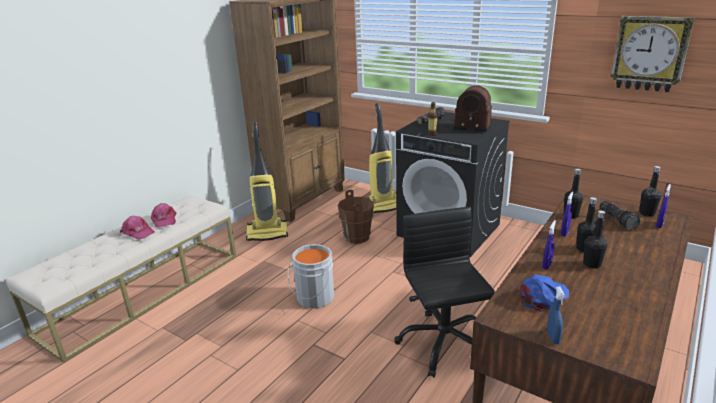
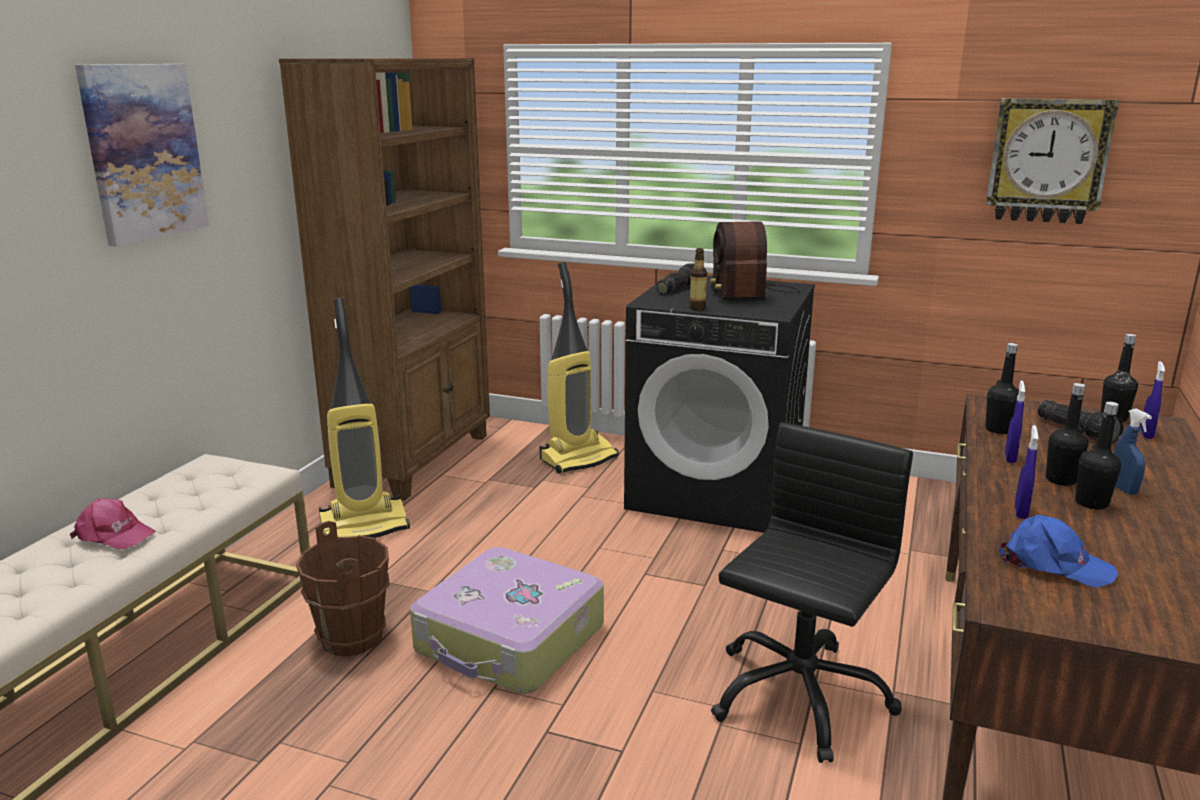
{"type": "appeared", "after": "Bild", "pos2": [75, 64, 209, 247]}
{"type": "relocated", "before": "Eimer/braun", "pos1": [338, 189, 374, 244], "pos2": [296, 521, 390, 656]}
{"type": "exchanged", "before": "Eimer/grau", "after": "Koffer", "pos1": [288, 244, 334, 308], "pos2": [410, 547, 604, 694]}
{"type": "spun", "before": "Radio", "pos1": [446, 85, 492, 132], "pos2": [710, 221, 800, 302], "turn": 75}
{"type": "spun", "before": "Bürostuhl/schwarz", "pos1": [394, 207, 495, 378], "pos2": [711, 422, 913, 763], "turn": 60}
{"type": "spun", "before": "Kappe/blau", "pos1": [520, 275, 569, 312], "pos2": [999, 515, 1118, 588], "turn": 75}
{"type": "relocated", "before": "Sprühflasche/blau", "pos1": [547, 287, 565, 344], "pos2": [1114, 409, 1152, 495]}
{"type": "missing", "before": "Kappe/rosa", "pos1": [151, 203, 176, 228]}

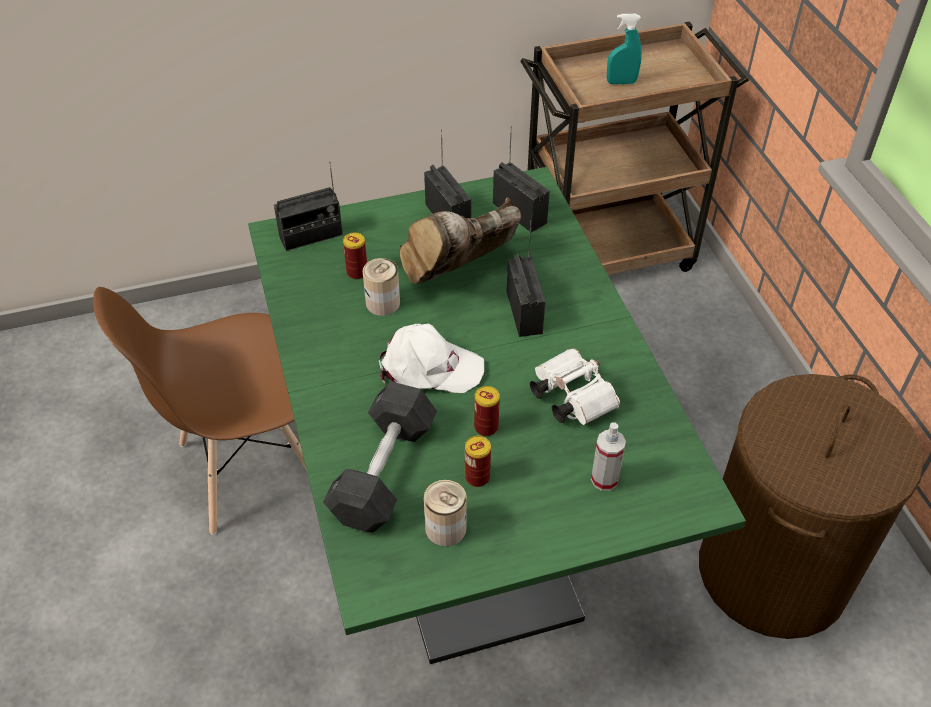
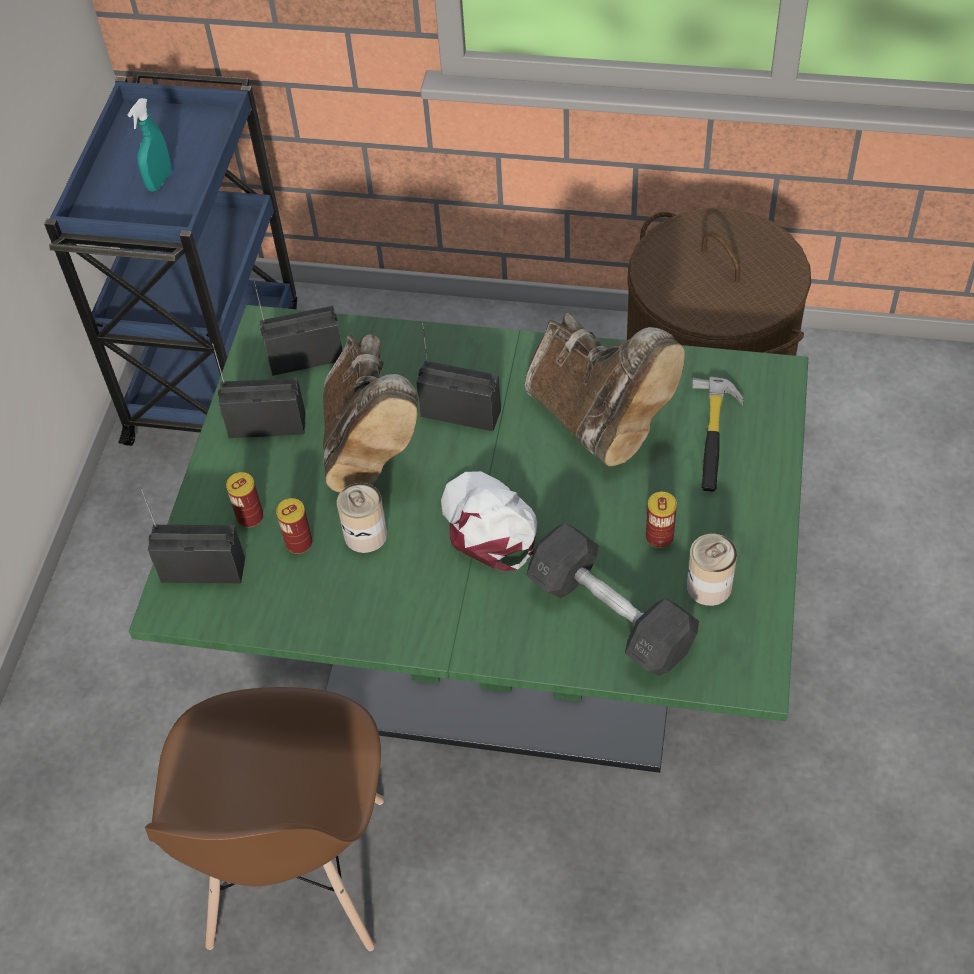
{"type": "colour", "before": "Rollwagen/braun", "after": "Rollwagen/blau", "pos1": [520, 21, 749, 275], "pos2": [44, 71, 297, 446]}
{"type": "spun", "before": "Radio", "pos1": [274, 162, 343, 251], "pos2": [141, 489, 245, 584], "turn": -90}
{"type": "relocated", "before": "Dose", "pos1": [474, 386, 500, 436], "pos2": [226, 472, 263, 528]}
{"type": "spun", "before": "Kappe/weiß", "pos1": [379, 323, 484, 393], "pos2": [441, 471, 537, 571], "turn": -60}
{"type": "exchanged", "before": "Fernglas/weiß", "after": "Stiefel/braun", "pos1": [530, 348, 620, 425], "pos2": [524, 312, 685, 466]}
{"type": "exchanged", "before": "Sprühflasche", "after": "Hammer", "pos1": [591, 422, 626, 491], "pos2": [692, 377, 744, 492]}

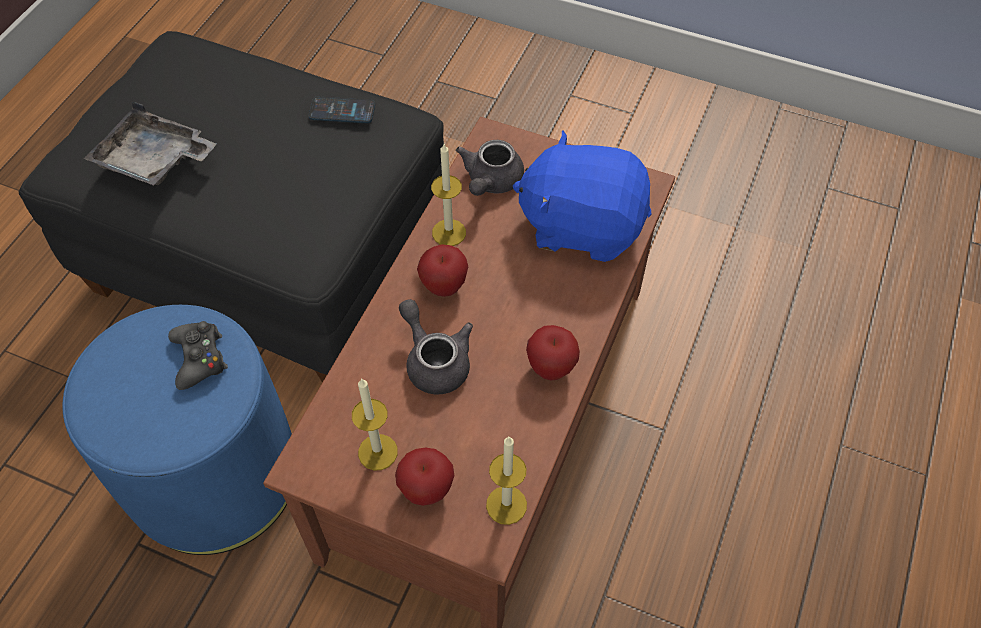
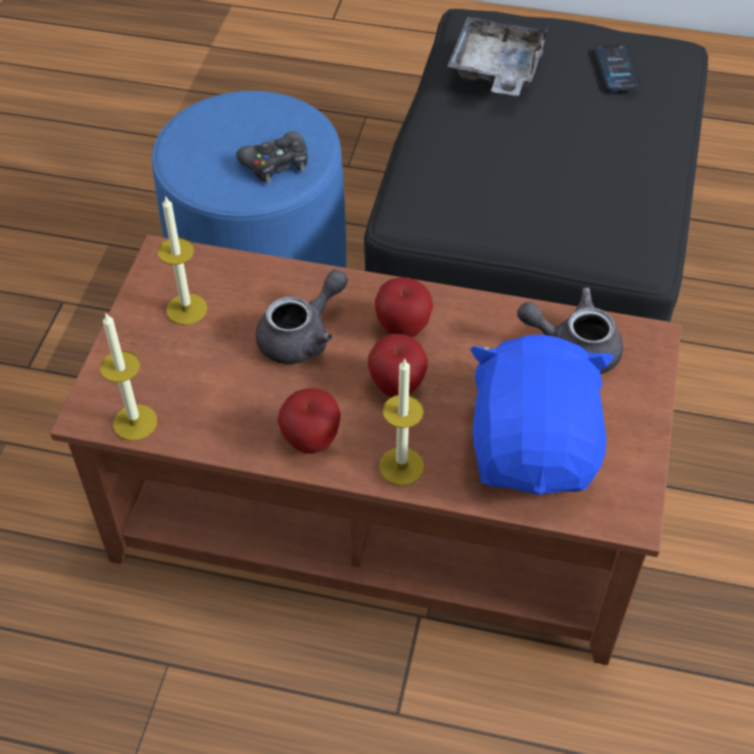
{"type": "relocated", "before": "Apfel", "pos1": [395, 447, 454, 506], "pos2": [368, 334, 428, 397]}
{"type": "relocated", "before": "Kerze", "pos1": [431, 144, 466, 246], "pos2": [379, 358, 424, 486]}
{"type": "relocated", "before": "Handy", "pos1": [309, 97, 375, 123], "pos2": [594, 45, 641, 91]}

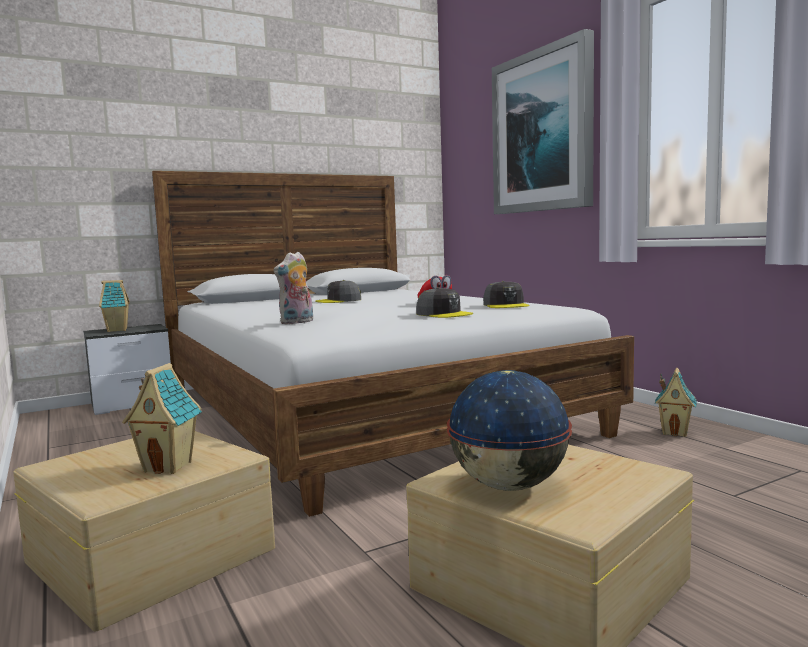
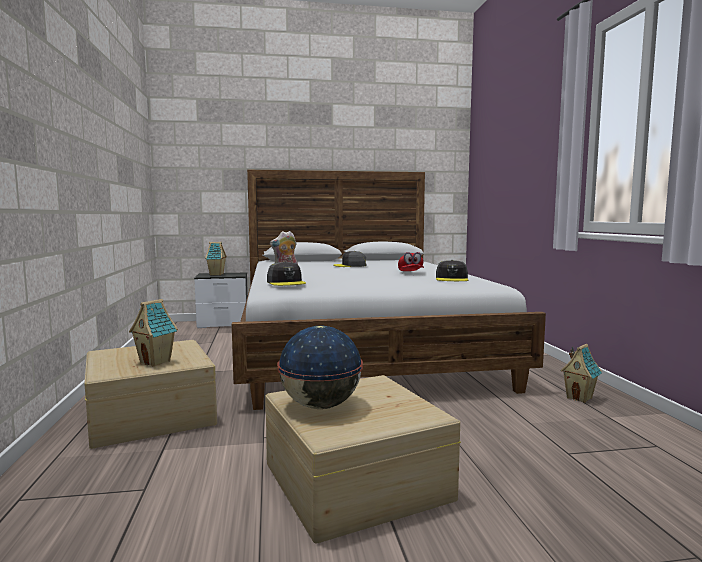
{"type": "relocated", "before": "Kappe/grau", "pos1": [416, 287, 473, 318], "pos2": [267, 261, 306, 286]}
{"type": "missing", "before": "Bild", "pos1": [492, 29, 594, 214]}

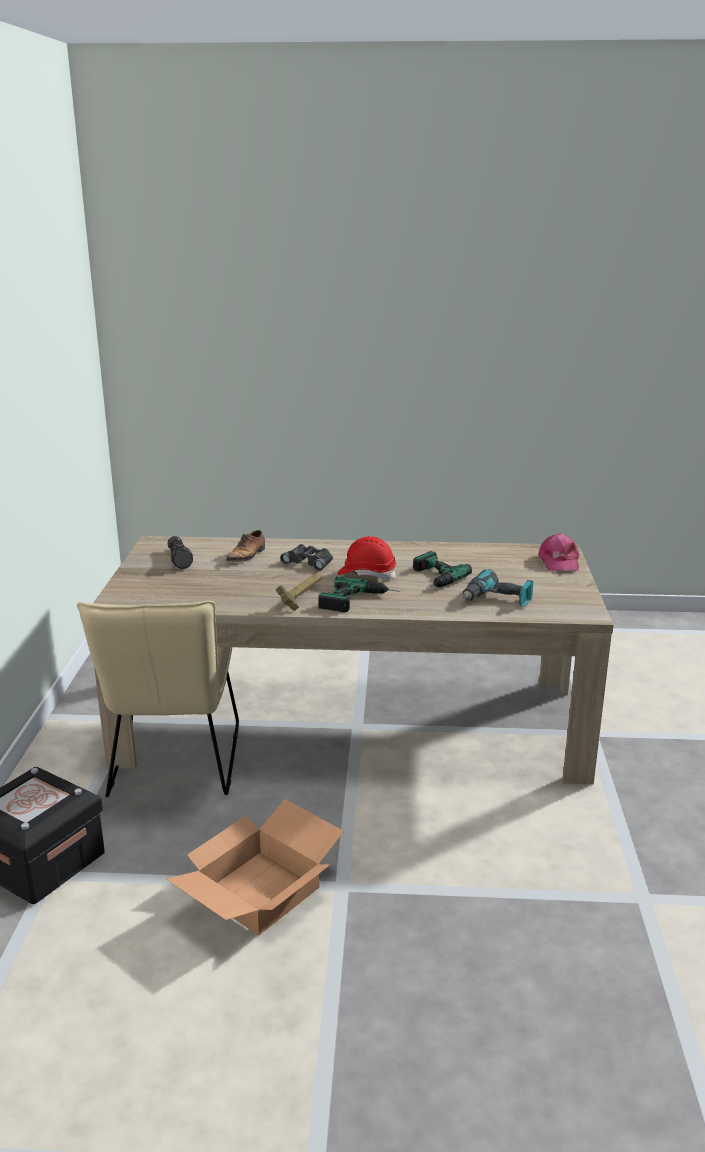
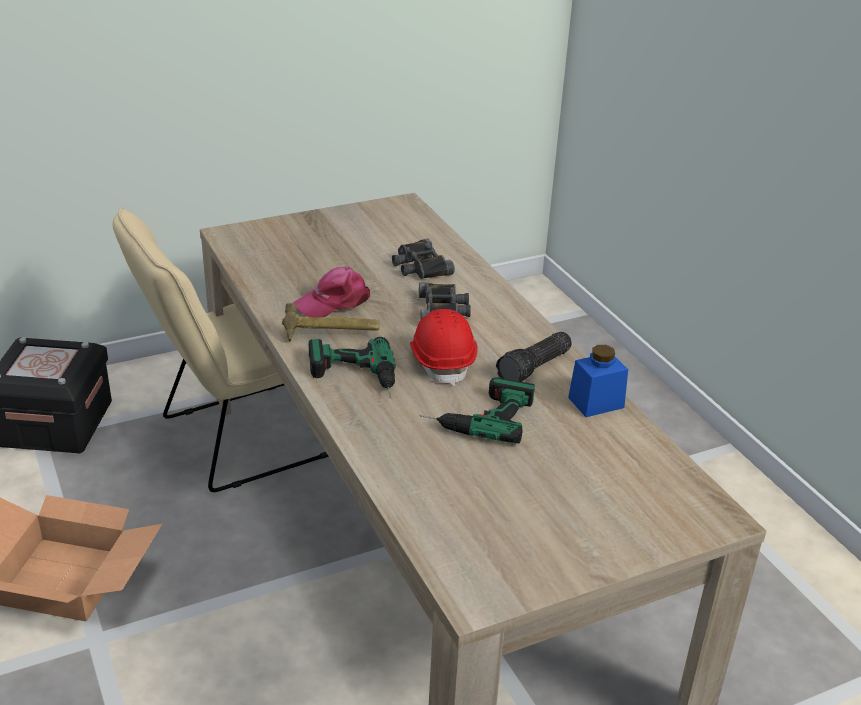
{"type": "relocated", "before": "Kappe/rosa", "pos1": [538, 533, 579, 571], "pos2": [293, 266, 370, 317]}
{"type": "exchanged", "before": "Schuh", "after": "Fernglas/schwarz", "pos1": [226, 530, 265, 562], "pos2": [392, 238, 455, 279]}
{"type": "relocated", "before": "Taschenlampe", "pos1": [168, 536, 193, 569], "pos2": [496, 332, 572, 382]}
{"type": "appeared", "after": "Vorratsglas/blau", "pos2": [568, 345, 628, 417]}
{"type": "missing", "before": "Bohrmaschine", "pos1": [462, 569, 533, 607]}

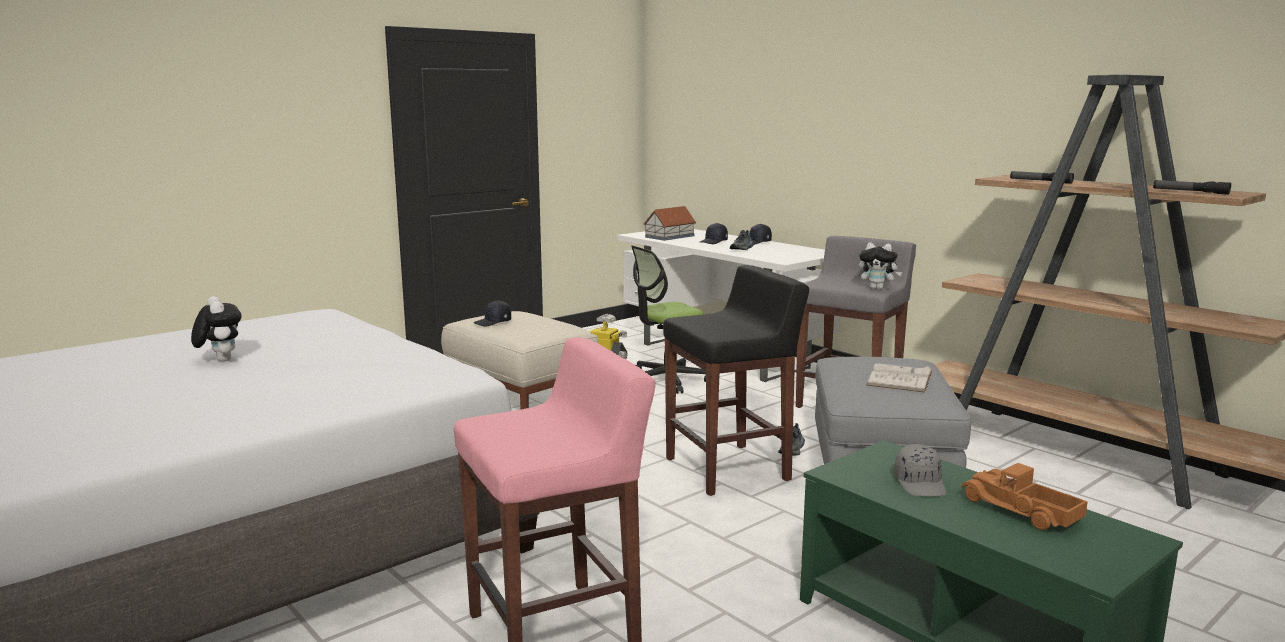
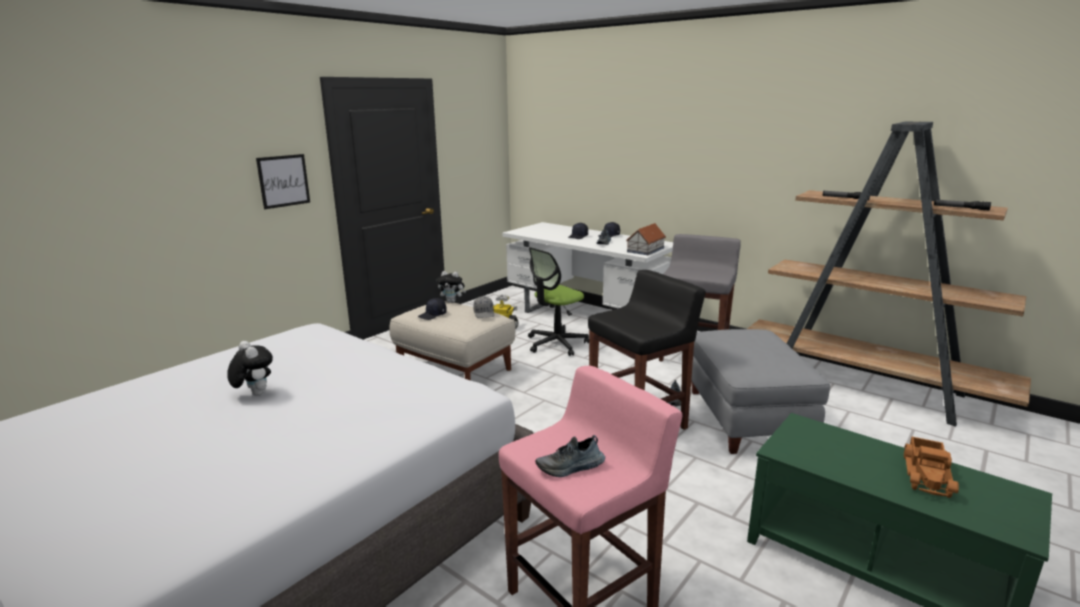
{"type": "appeared", "after": "Bild", "pos2": [256, 154, 310, 209]}
{"type": "relocated", "before": "Plüschtier", "pos1": [859, 242, 902, 290], "pos2": [437, 271, 466, 303]}
{"type": "relocated", "before": "Kappe/grau", "pos1": [894, 444, 947, 496], "pos2": [473, 296, 494, 318]}
{"type": "appeared", "after": "Schuh", "pos2": [535, 435, 605, 477]}
{"type": "relocated", "before": "Spielzeughaus", "pos1": [643, 206, 696, 241], "pos2": [626, 223, 666, 255]}
{"type": "spun", "before": "Spielzeuglaster", "pos1": [961, 463, 1088, 530], "pos2": [904, 436, 959, 498], "turn": -105}
{"type": "missing", "before": "Buch/weiß", "pos1": [866, 363, 933, 393]}

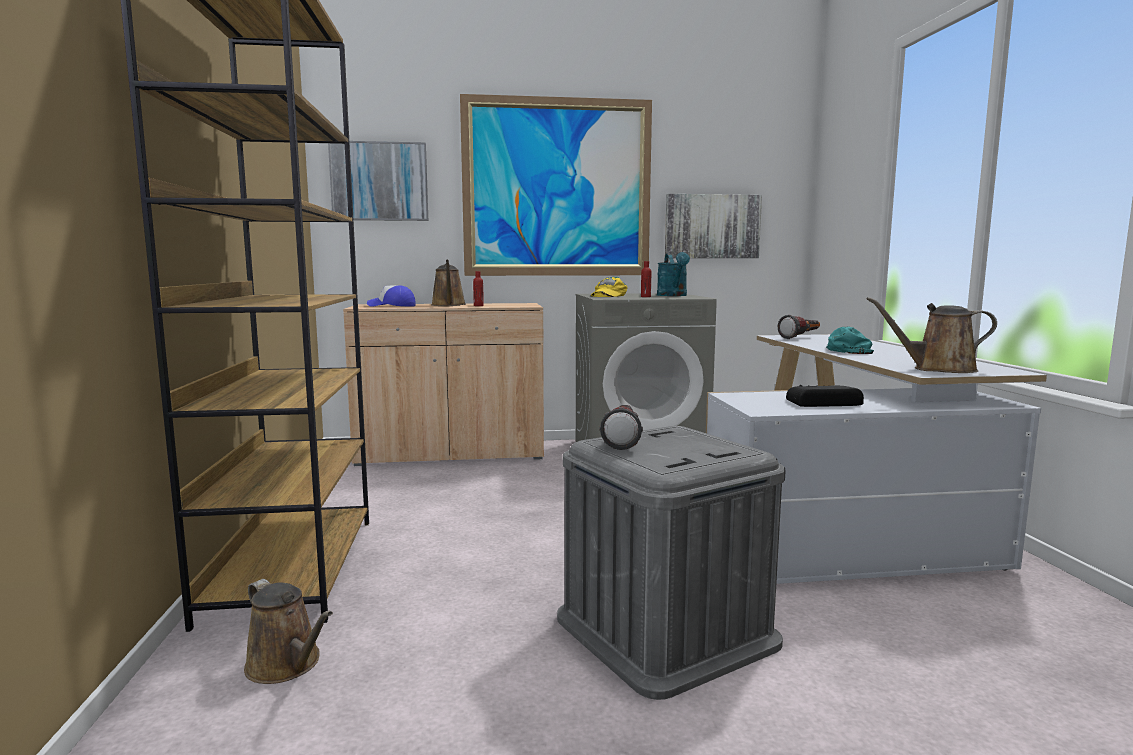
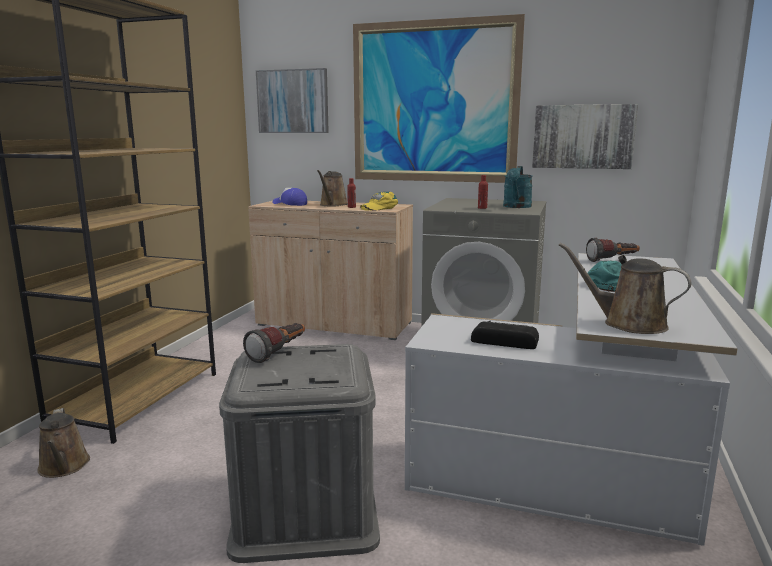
{"type": "relocated", "before": "Kappe/gelb", "pos1": [591, 277, 628, 297], "pos2": [360, 192, 398, 211]}

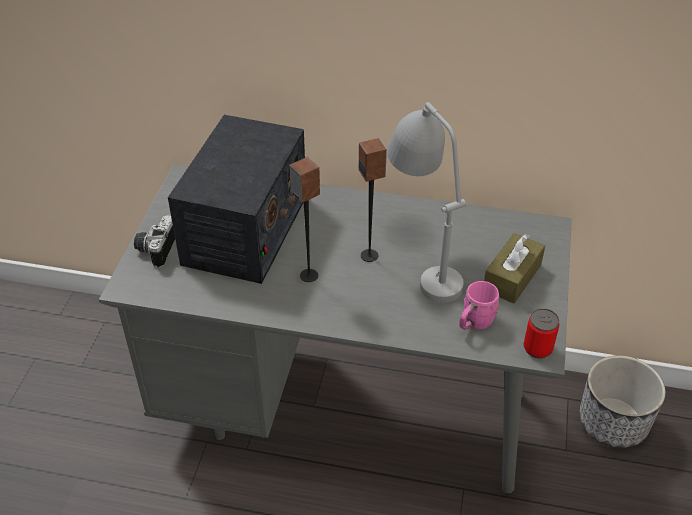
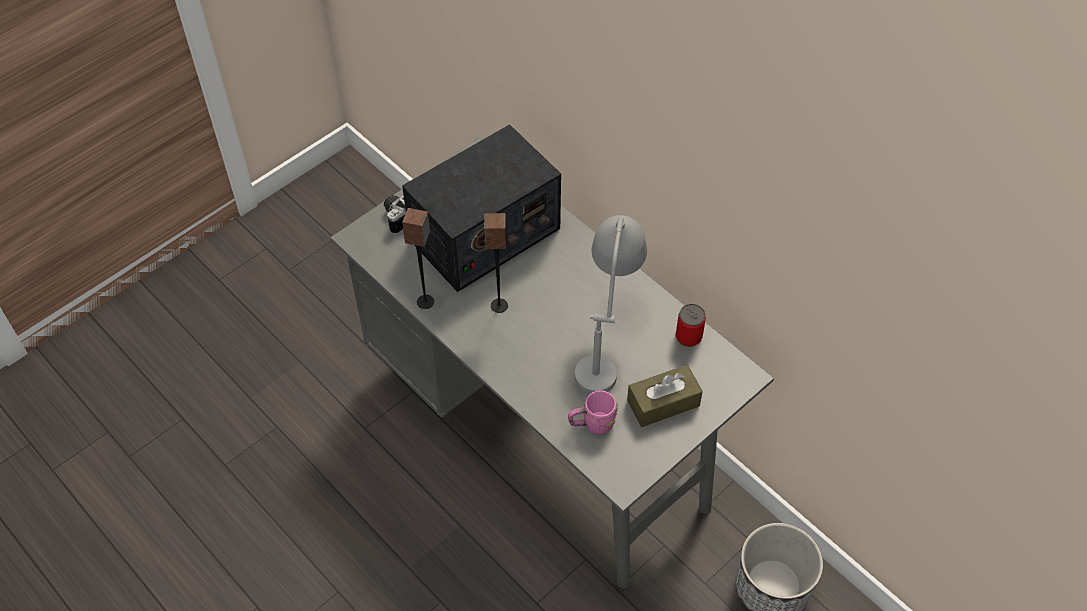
{"type": "relocated", "before": "Lautsprecher", "pos1": [359, 138, 387, 262], "pos2": [402, 208, 434, 309]}
{"type": "relocated", "before": "Dose", "pos1": [524, 308, 559, 358], "pos2": [676, 304, 706, 347]}

